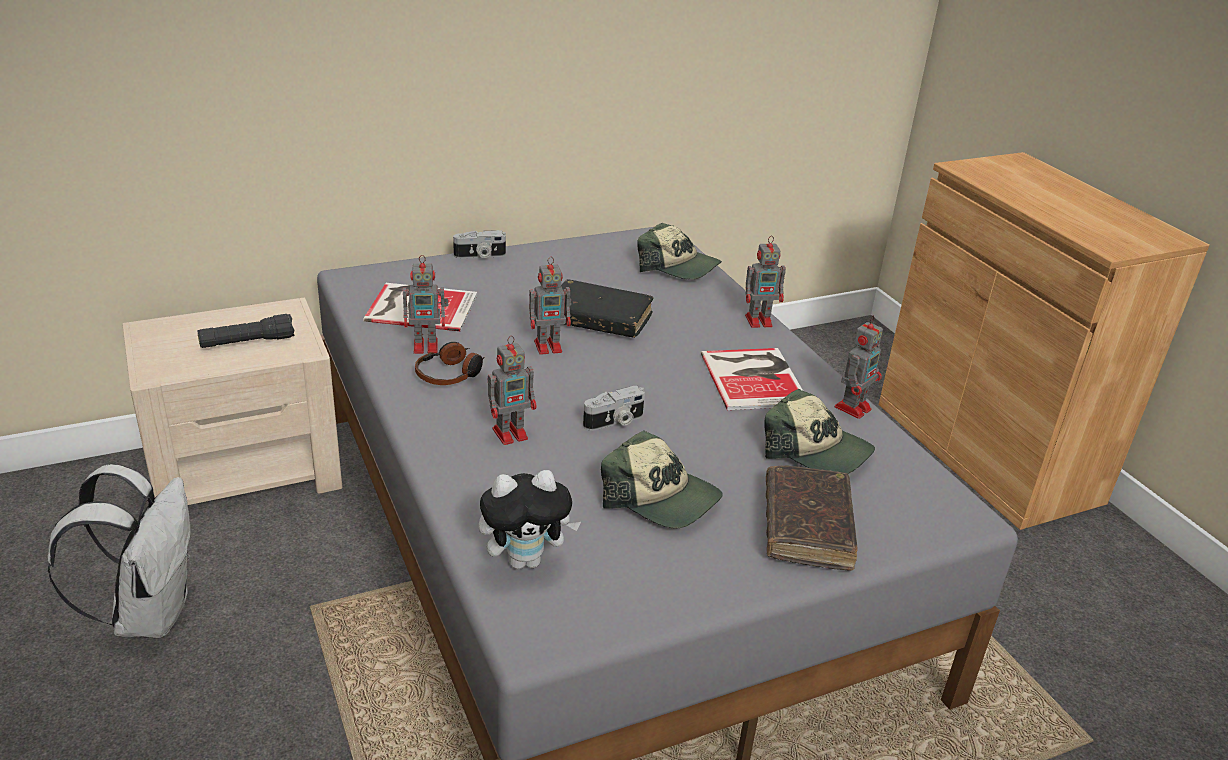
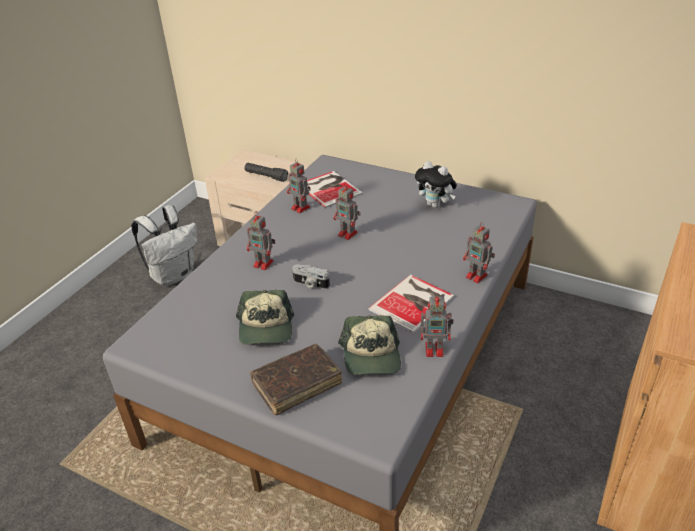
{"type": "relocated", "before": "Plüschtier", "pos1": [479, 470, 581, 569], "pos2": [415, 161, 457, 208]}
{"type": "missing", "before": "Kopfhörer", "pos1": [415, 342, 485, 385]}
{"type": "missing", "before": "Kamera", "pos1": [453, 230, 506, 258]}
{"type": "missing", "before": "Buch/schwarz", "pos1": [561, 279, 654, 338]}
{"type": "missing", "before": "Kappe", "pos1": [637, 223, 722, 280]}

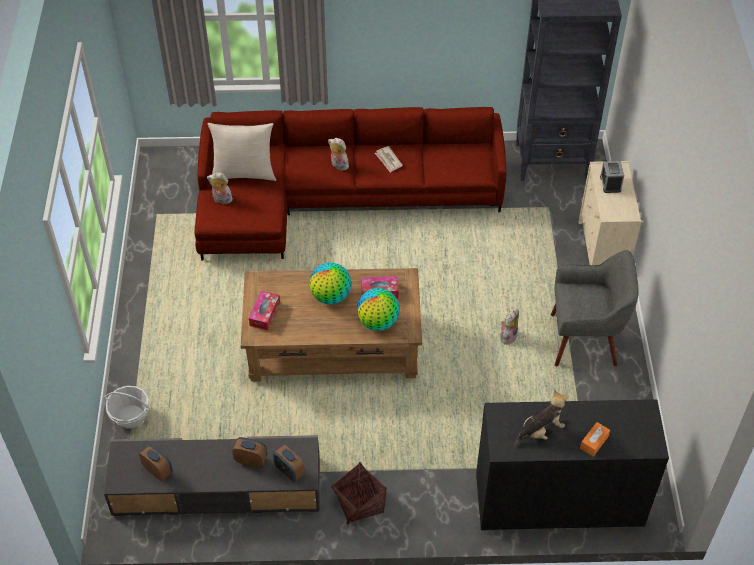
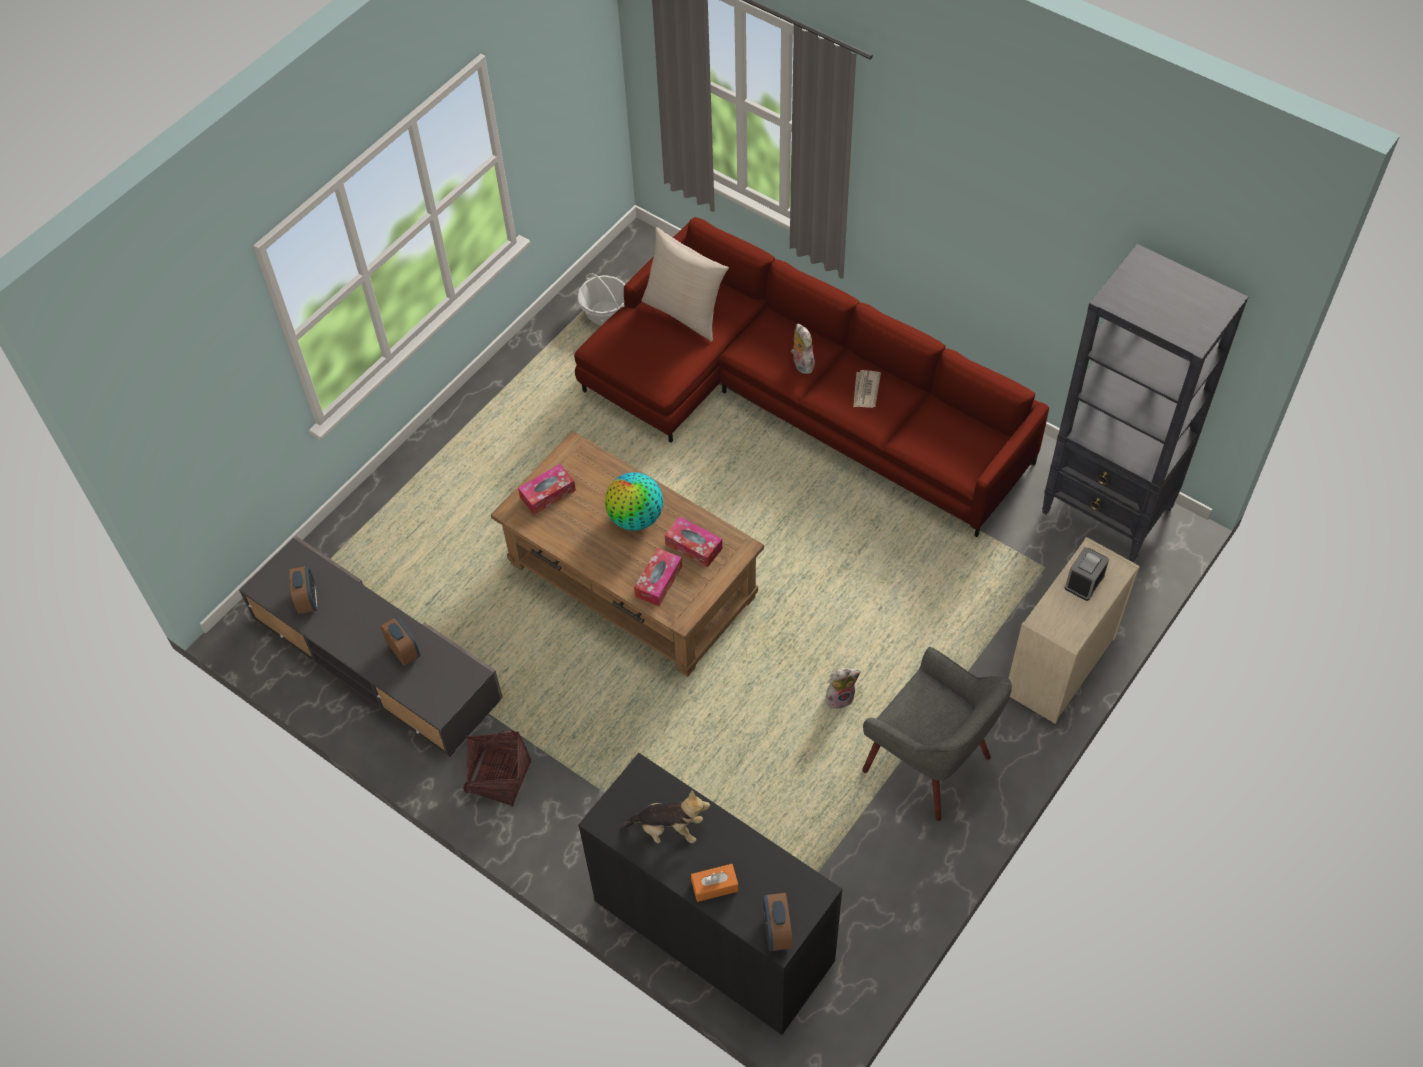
{"type": "relocated", "before": "Korb", "pos1": [103, 386, 150, 429], "pos2": [578, 273, 625, 325]}
{"type": "exchanged", "before": "Globus", "after": "Taschentuchbox", "pos1": [357, 288, 400, 331], "pos2": [634, 548, 682, 606]}
{"type": "relocated", "before": "Wecker", "pos1": [273, 445, 305, 482], "pos2": [763, 893, 792, 951]}
{"type": "missing", "before": "Plüschtier", "pos1": [207, 172, 233, 204]}

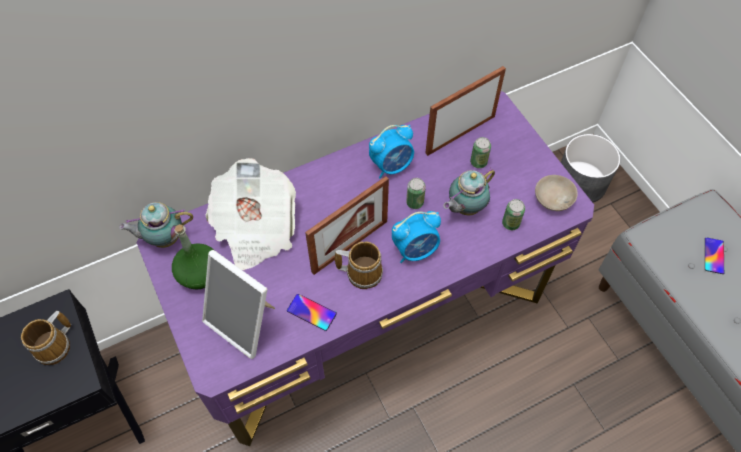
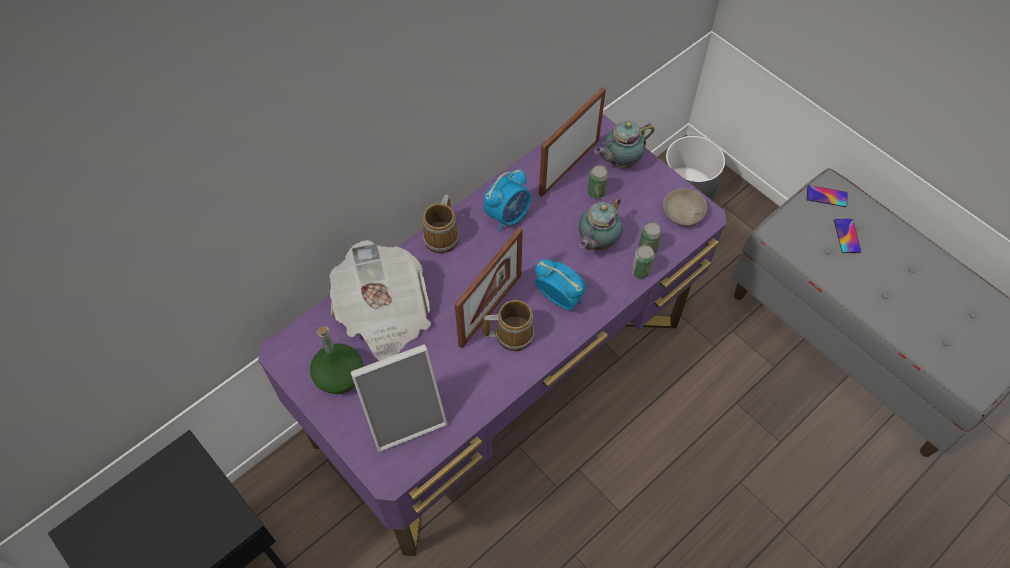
{"type": "spun", "before": "Bilderrahmen", "pos1": [202, 250, 275, 359], "pos2": [351, 344, 447, 452], "turn": -45}
{"type": "relocated", "before": "Henkelbecher", "pos1": [21, 311, 71, 365], "pos2": [422, 195, 459, 254]}
{"type": "spun", "before": "Wecker", "pos1": [392, 211, 441, 263], "pos2": [535, 259, 586, 310], "turn": -105}
{"type": "relocated", "before": "Teekanne", "pos1": [119, 202, 193, 248], "pos2": [594, 121, 655, 168]}
{"type": "relocated", "before": "Dose", "pos1": [406, 178, 426, 209], "pos2": [631, 245, 655, 279]}
{"type": "relocated", "before": "Handy", "pos1": [287, 294, 337, 331], "pos2": [807, 185, 848, 207]}

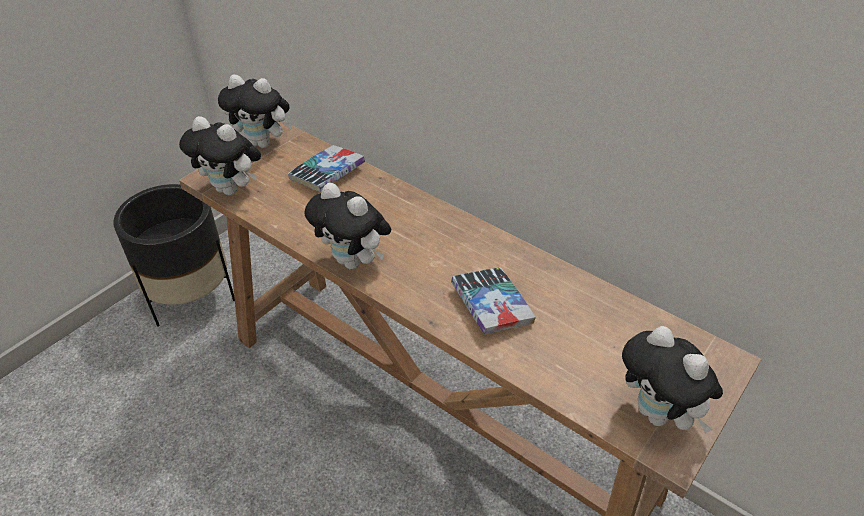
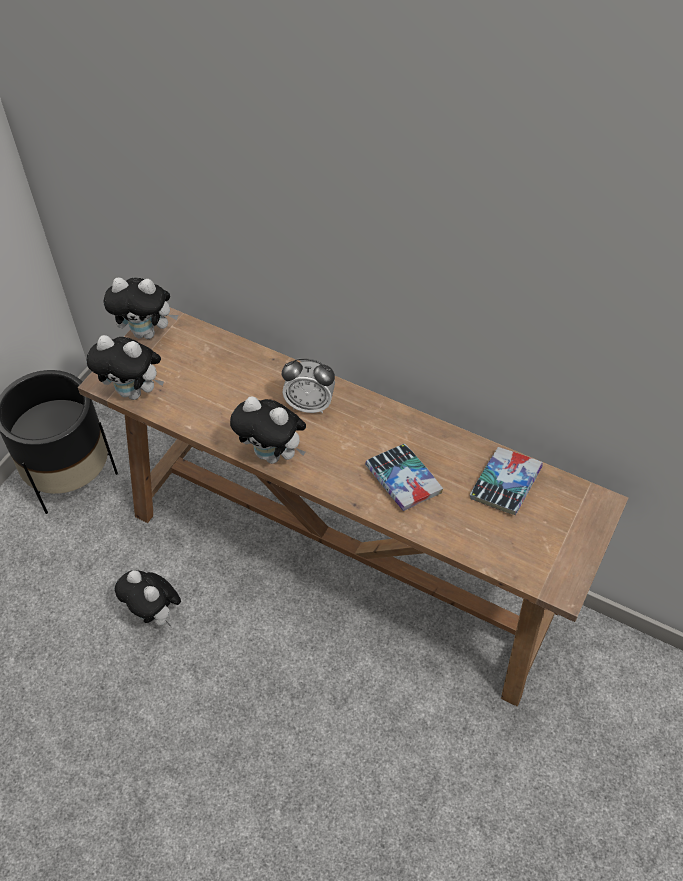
{"type": "relocated", "before": "Plüschtier", "pos1": [622, 326, 723, 433], "pos2": [115, 570, 181, 626]}
{"type": "appeared", "after": "Wecker", "pos2": [282, 358, 335, 414]}
{"type": "relocated", "before": "Buch", "pos1": [288, 145, 365, 191], "pos2": [470, 447, 543, 515]}

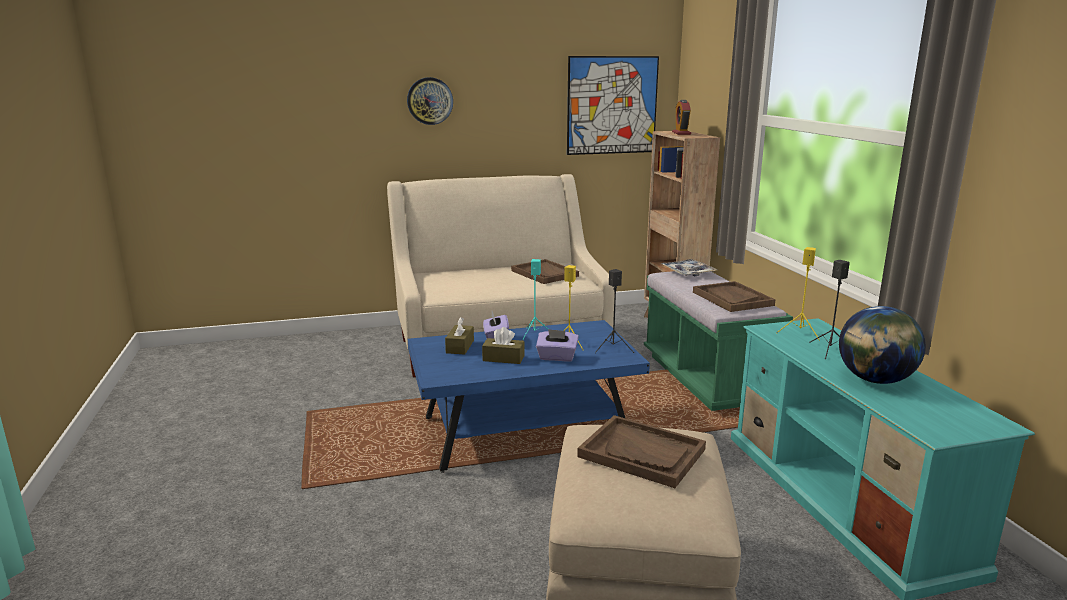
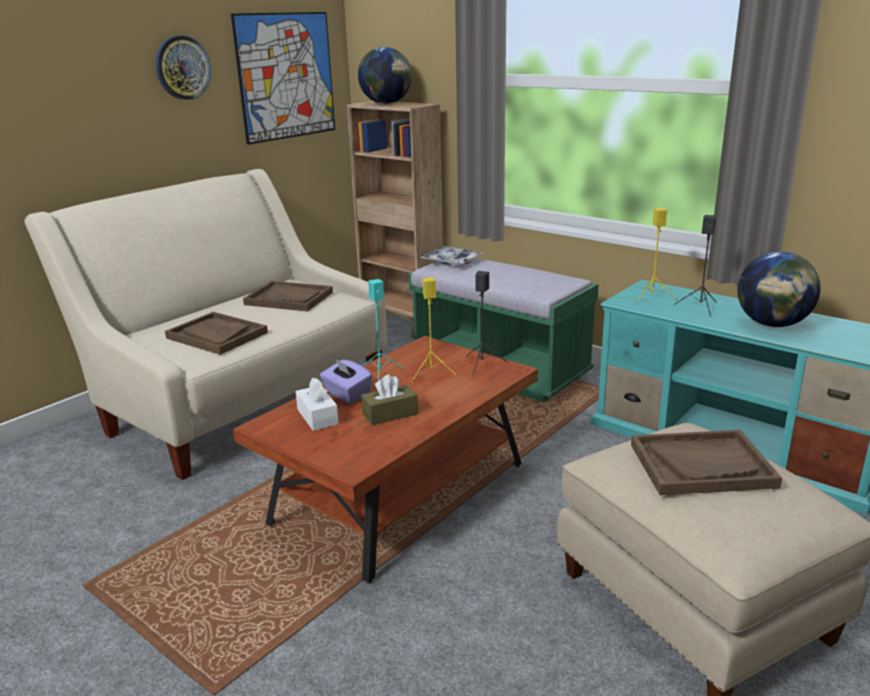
{"type": "relocated", "before": "Wanduhr", "pos1": [407, 77, 453, 125], "pos2": [155, 36, 211, 100]}
{"type": "relocated", "before": "Tablett/braun", "pos1": [693, 281, 775, 312], "pos2": [165, 312, 268, 355]}
{"type": "colour", "before": "Couchtisch/blau", "after": "Couchtisch/braun", "pos1": [408, 320, 650, 473], "pos2": [233, 336, 538, 584]}
{"type": "colour", "before": "Taschentuchbox/braun", "after": "Taschentuchbox/weiß", "pos1": [445, 317, 474, 355], "pos2": [296, 378, 339, 431]}
{"type": "exchanged", "before": "Wecker", "after": "Globus", "pos1": [672, 100, 691, 135], "pos2": [358, 47, 412, 104]}
{"type": "missing", "before": "Taschentuchbox/lila", "pos1": [536, 329, 579, 361]}

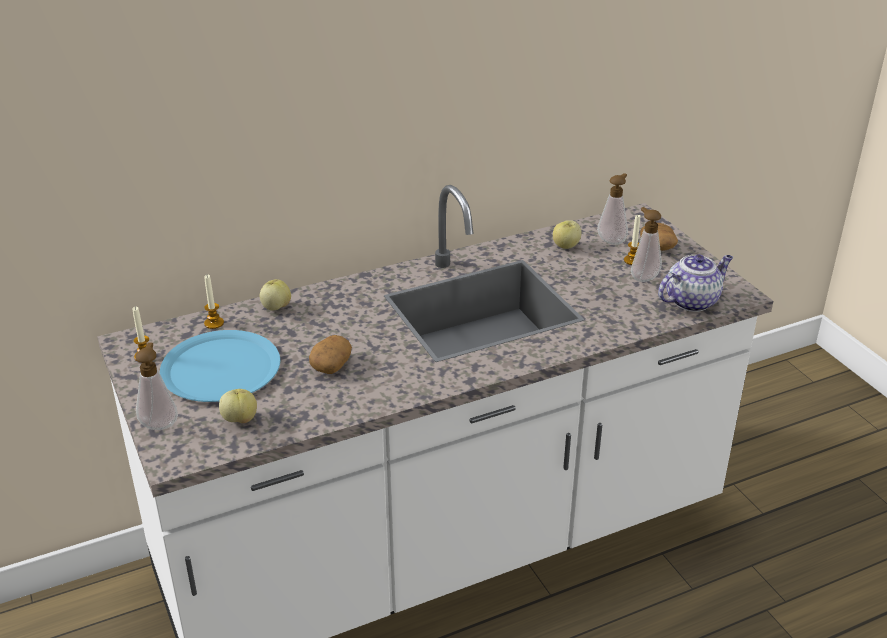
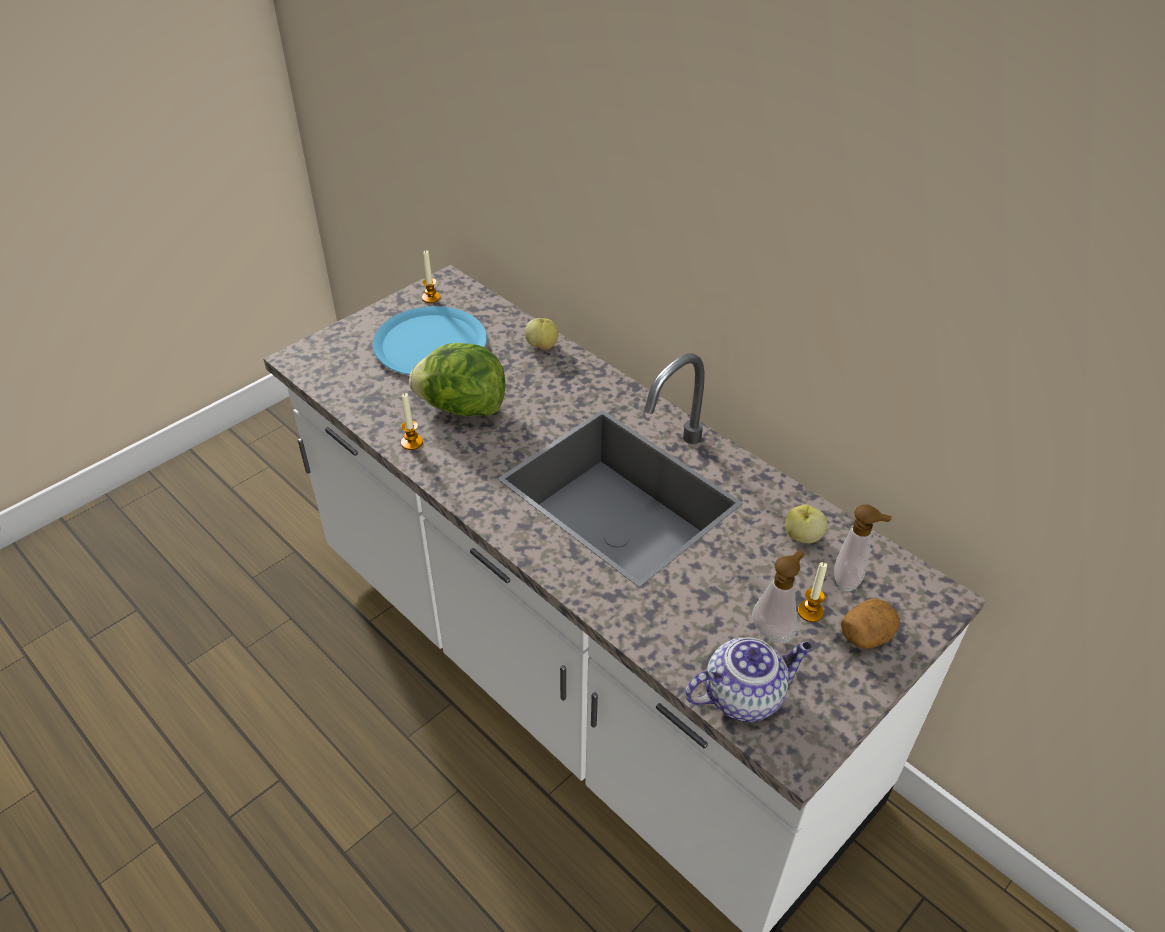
{"type": "relocated", "before": "Kerze", "pos1": [204, 275, 224, 329], "pos2": [401, 393, 423, 450]}
{"type": "exchanged", "before": "Kartoffel", "after": "Salatkopf", "pos1": [309, 335, 352, 374], "pos2": [409, 343, 505, 416]}
{"type": "spun", "before": "Teekanne", "pos1": [658, 254, 733, 312], "pos2": [685, 638, 813, 722], "turn": -60}
{"type": "missing", "before": "Seifenspender", "pos1": [135, 342, 178, 430]}
{"type": "missing", "before": "Apfel", "pos1": [219, 389, 257, 423]}

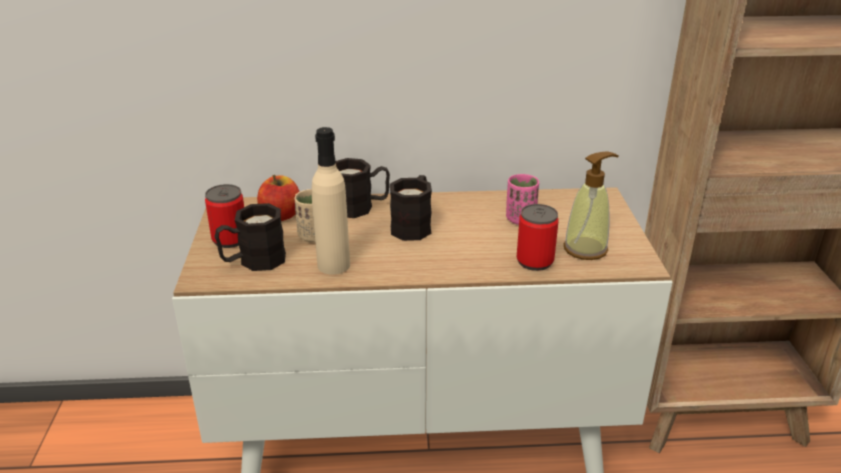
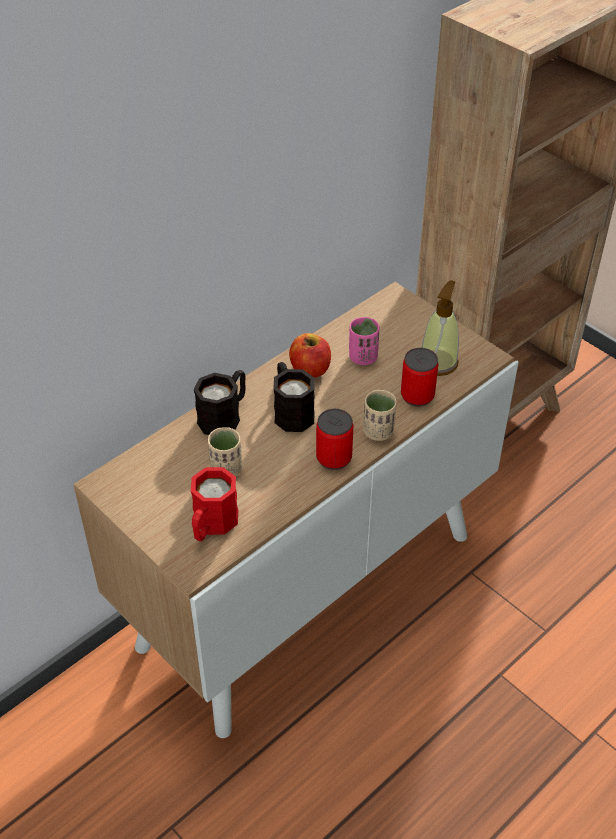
{"type": "colour", "before": "Henkelbecher/schwarz", "after": "Henkelbecher/rot", "pos1": [215, 203, 286, 271], "pos2": [191, 467, 238, 541]}
{"type": "relocated", "before": "Apfel", "pos1": [257, 175, 300, 221], "pos2": [289, 333, 331, 378]}
{"type": "relocated", "before": "Dose", "pos1": [205, 184, 244, 248], "pos2": [316, 409, 353, 470]}
{"type": "appeared", "after": "Tasse/beige", "pos2": [363, 390, 397, 441]}
{"type": "missing", "before": "Flasche/beige", "pos1": [311, 127, 350, 275]}

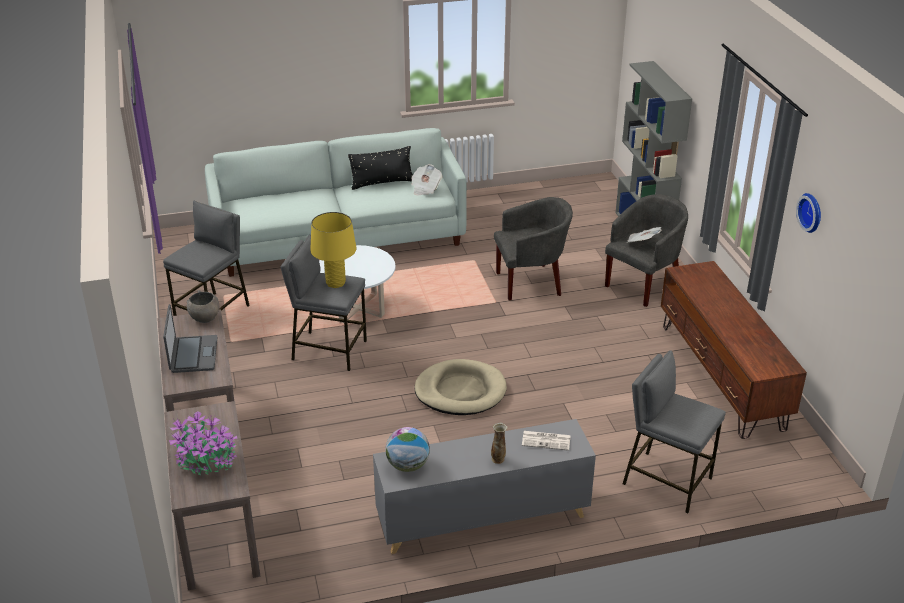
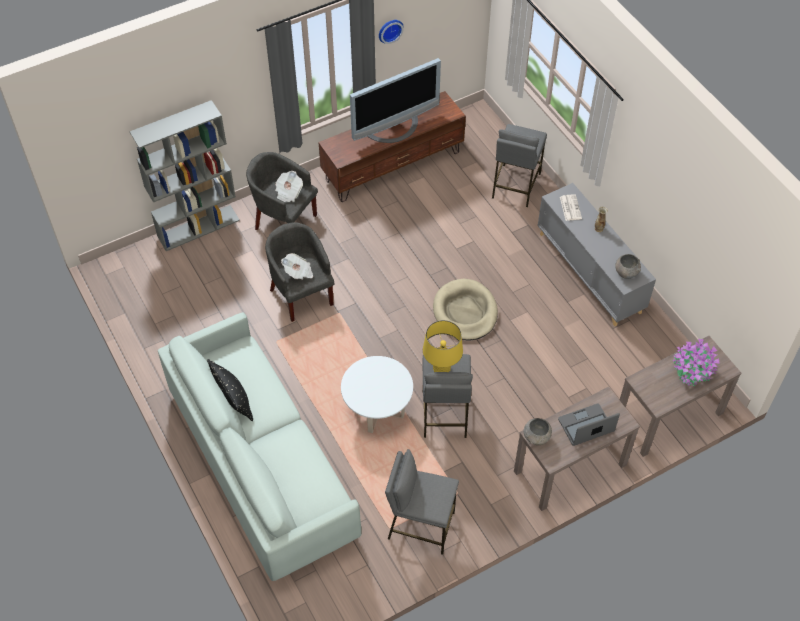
{"type": "relocated", "before": "Zeitung", "pos1": [411, 164, 442, 195], "pos2": [281, 253, 313, 280]}
{"type": "appeared", "after": "Fernseher", "pos2": [350, 58, 441, 143]}
{"type": "exchanged", "before": "Globus", "after": "Schüssel/grau", "pos1": [385, 427, 430, 472], "pos2": [615, 254, 641, 279]}

